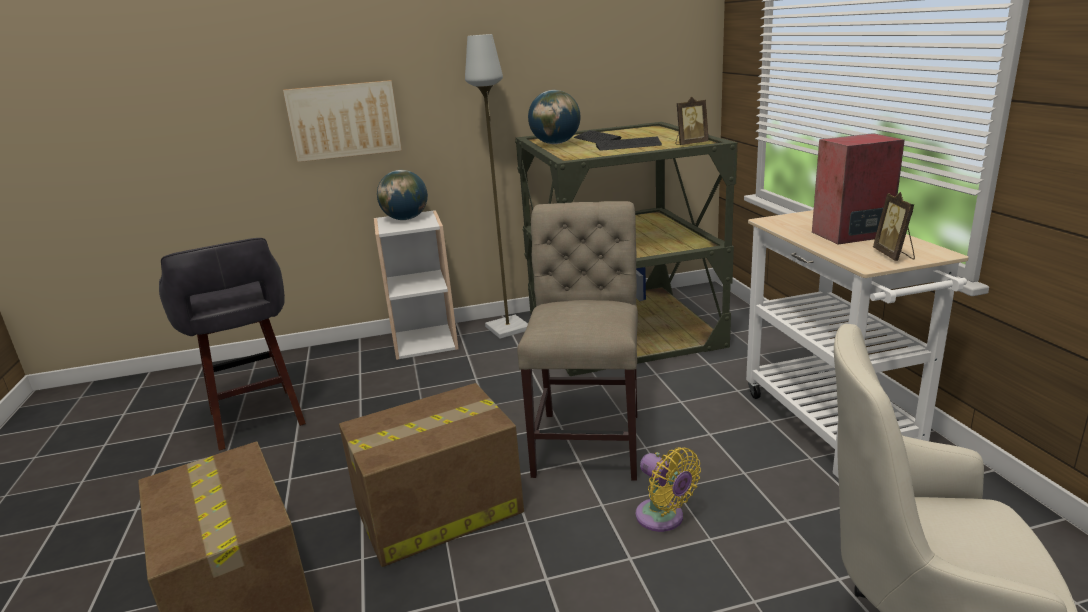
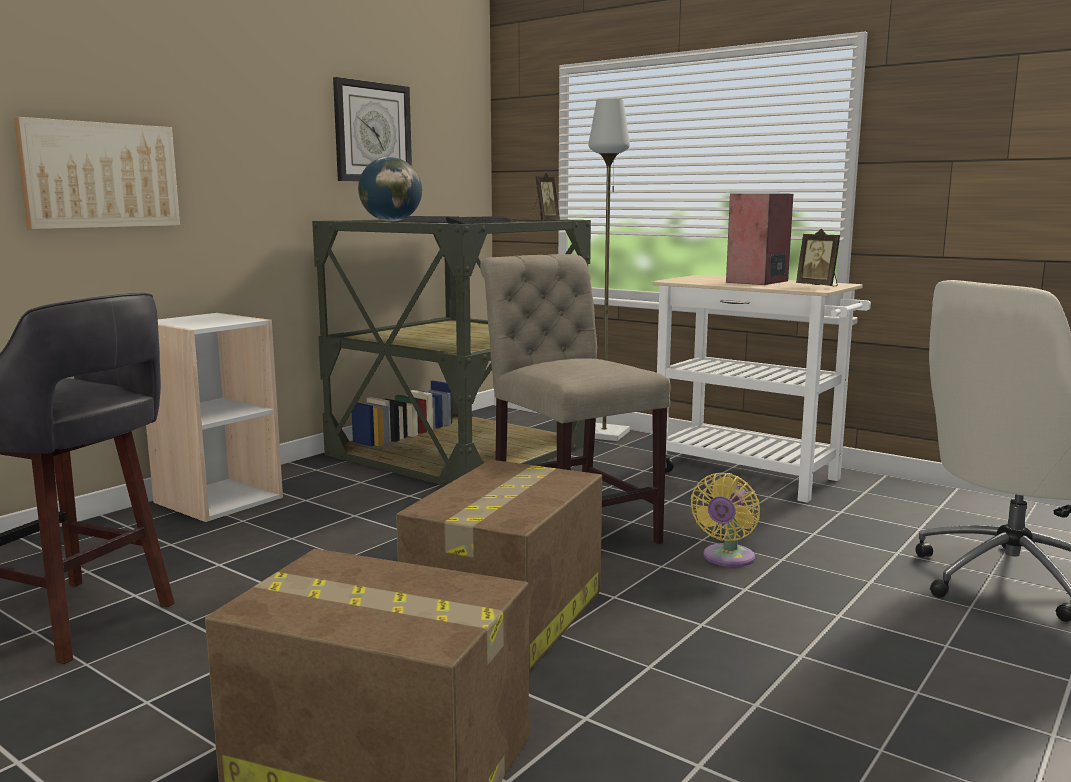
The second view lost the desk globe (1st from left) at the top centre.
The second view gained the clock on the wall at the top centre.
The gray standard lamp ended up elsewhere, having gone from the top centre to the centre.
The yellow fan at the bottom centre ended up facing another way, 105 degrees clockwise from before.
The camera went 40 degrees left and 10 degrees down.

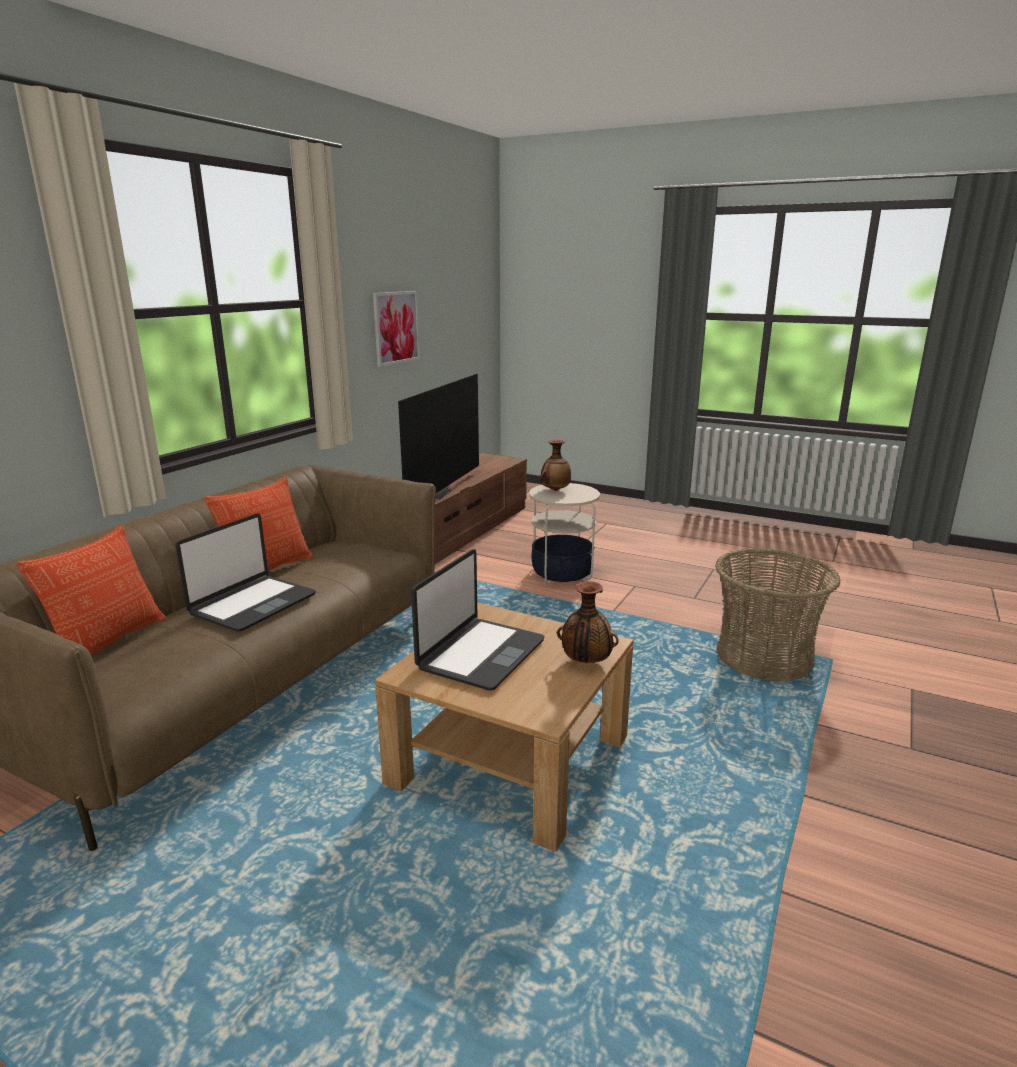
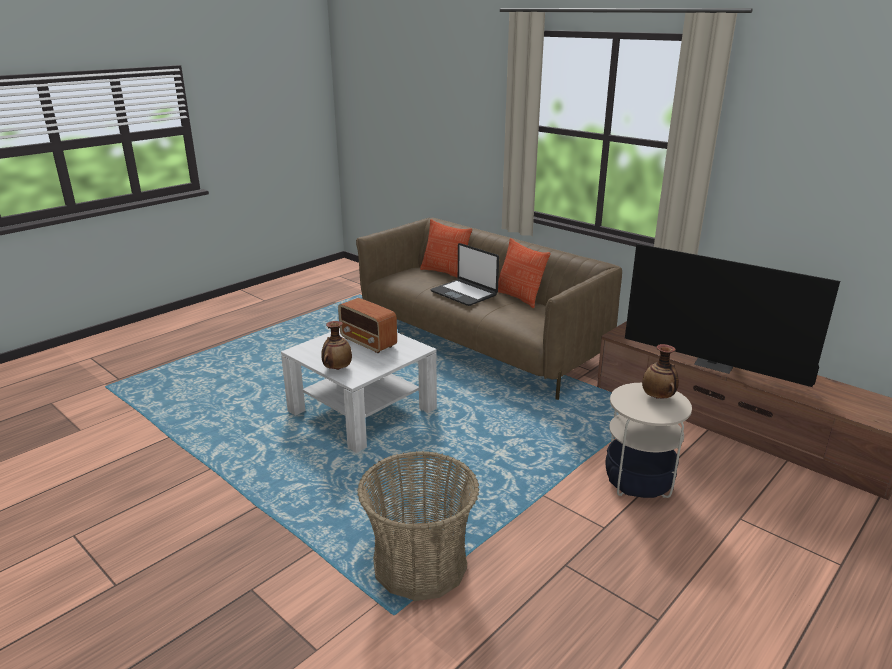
The second view lost the wall art at the top centre.
Where the portable computer (2nd from left) stood at the centre, the radio receiver came to stand at the centre.
What was the brownish coffee table at the bottom centre turned into the white coffee table at the centre.
The camera went 105 degrees right and 5 degrees up.

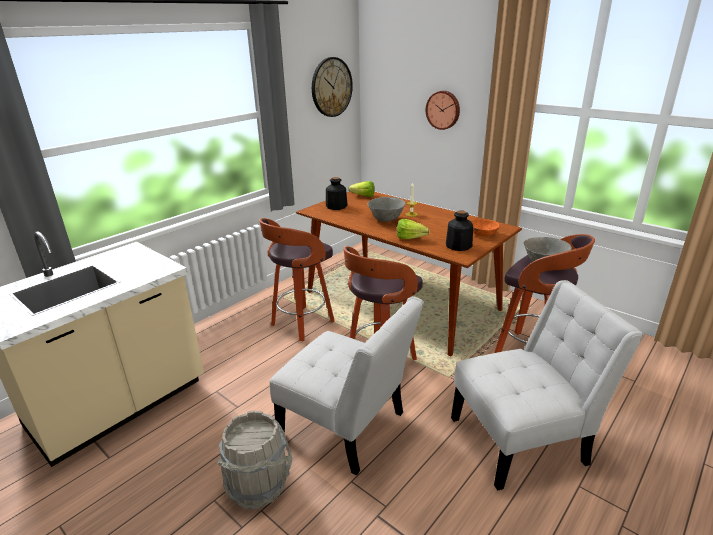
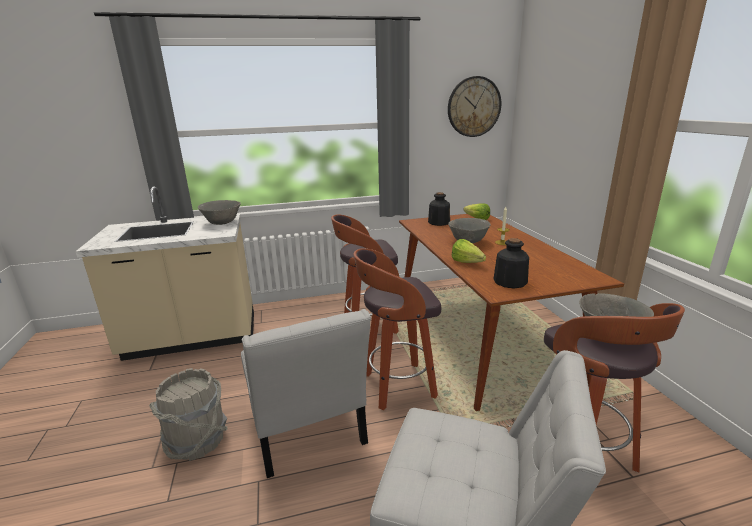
The second view lost the clock on the wall (2nd from left) at the top centre.
The second view lost the orangey deep dish at the middle right.
The second view gained the gray deep dish (1st from left) at the middle left.
The camera went 35 degrees right and 5 degrees down.

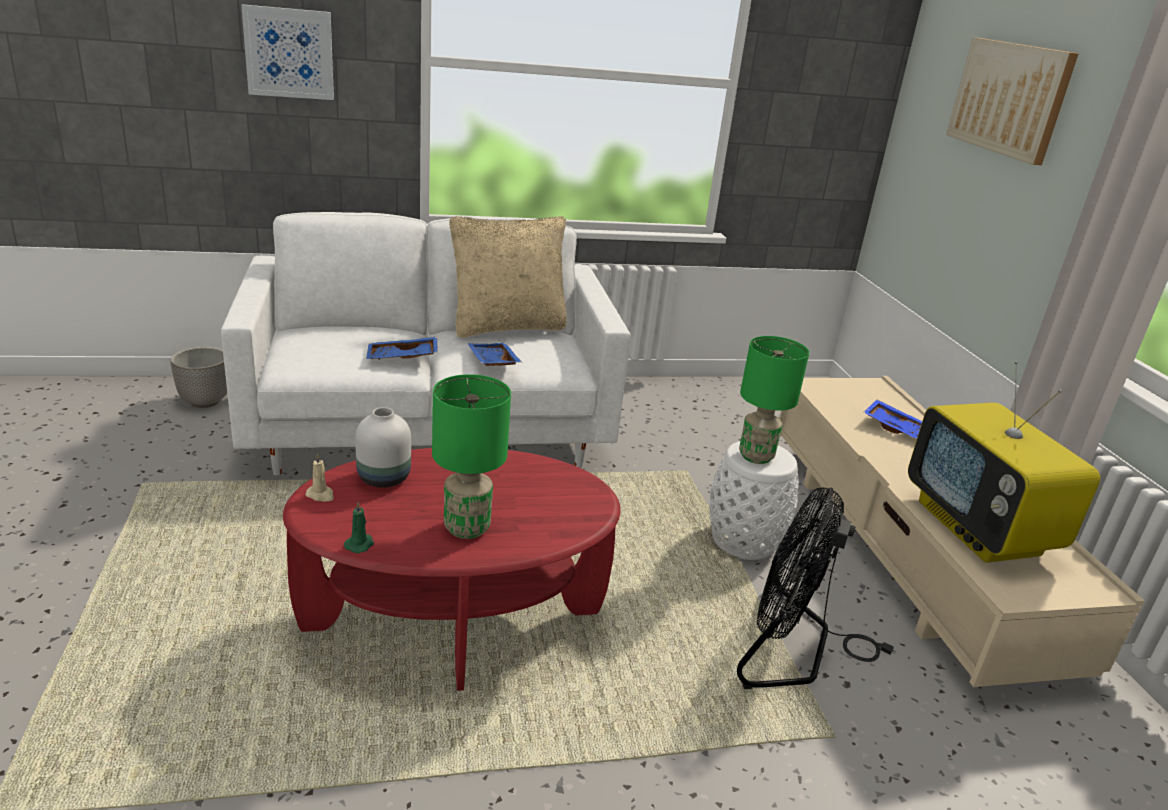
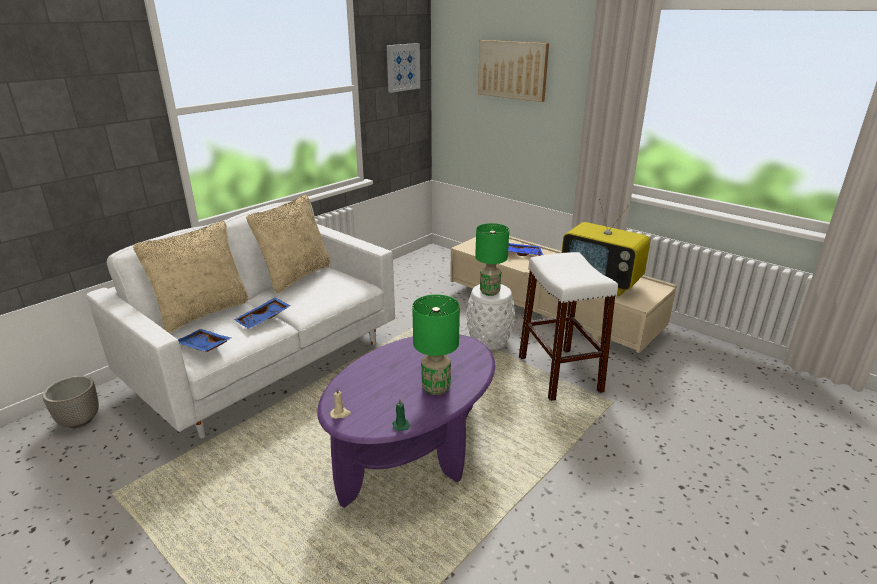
The second view lost the white flower vase at the middle left.
The second view gained the sand-coloured cushion (1st from left) at the middle left.
The wall art (1st from left) ended up elsewhere, having gone from the top left to the top centre.
The blue tray (2nd from left in the first image) ended up elsewhere, having gone from the centre to the middle left.
Where the black fan stood at the bottom right, the white stool (2nd from left) came to stand at the centre.
What was the red coffee table at the bottom centre turned into the purple-coloured coffee table at the bottom centre.
The camera went 35 degrees left and 0 degrees up.

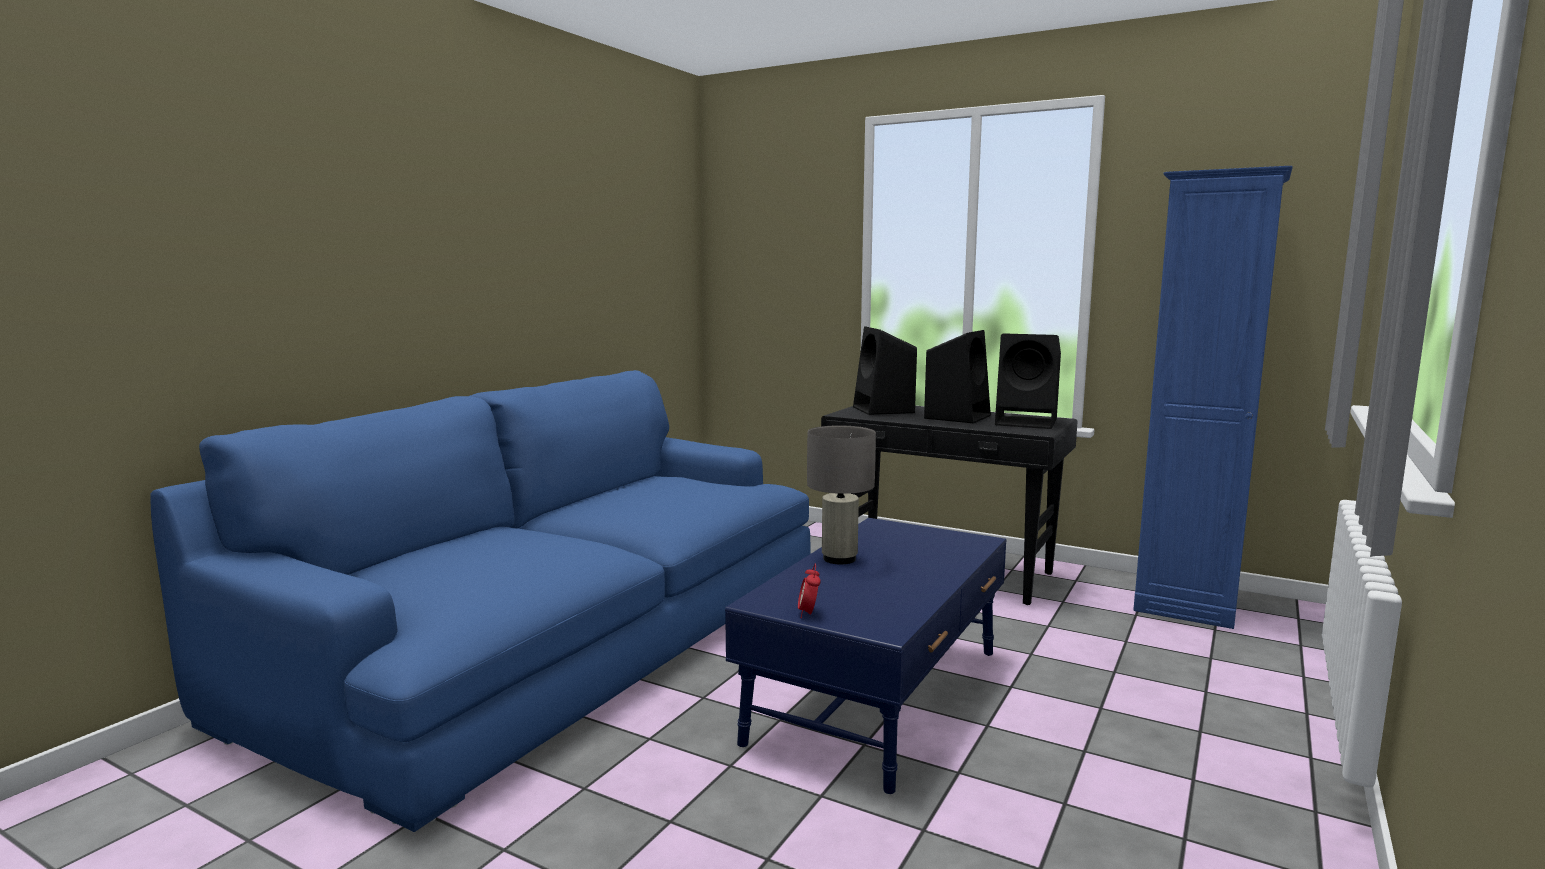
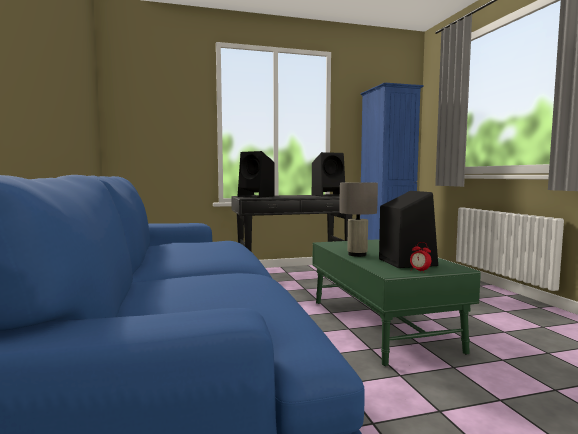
The black speaker (2nd from left in the first image) ended up elsewhere, having gone from the centre to the middle right.
What was the blue coffee table at the bottom centre turned into the green-coloured coffee table at the bottom right.
The camera went 45 degrees left and 5 degrees down.

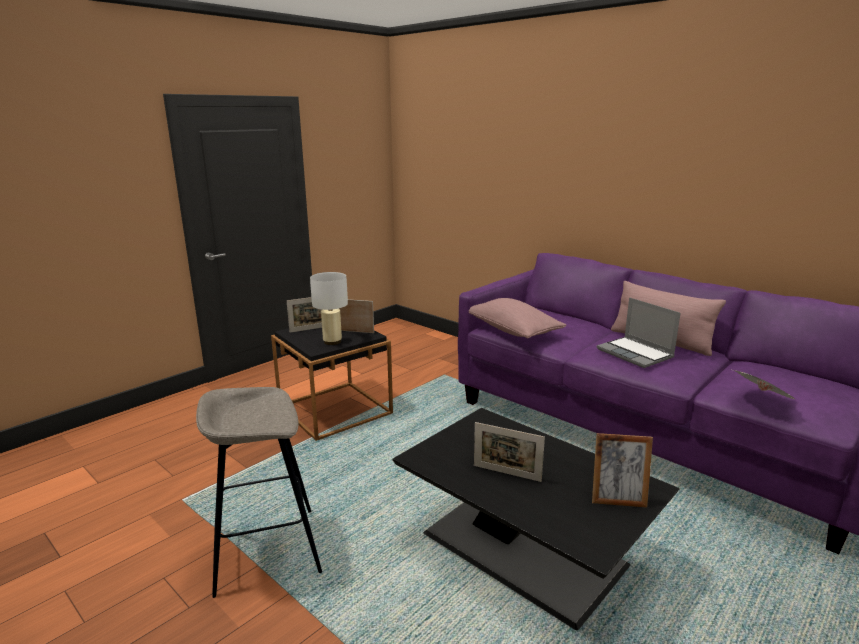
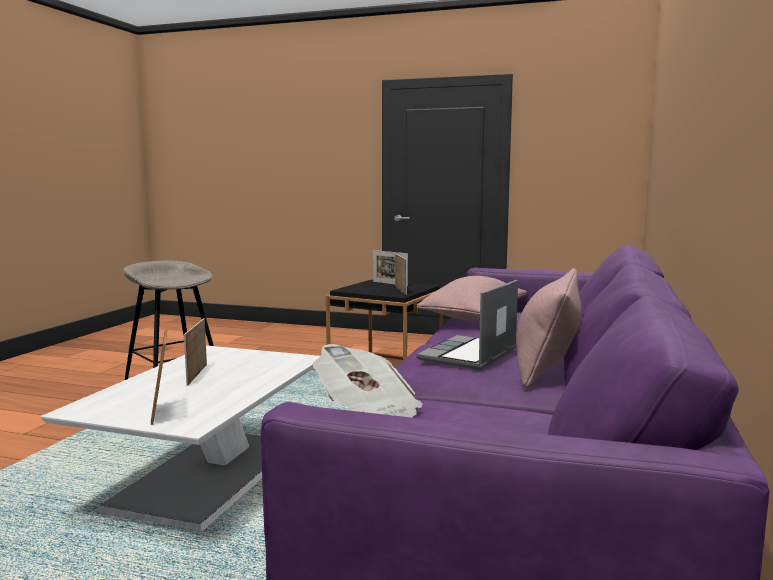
The second view lost the white lamp for a table at the centre.
What was the black coffee table at the bottom centre turned into the white coffee table at the bottom left.
The camera went 65 degrees right and 10 degrees down.

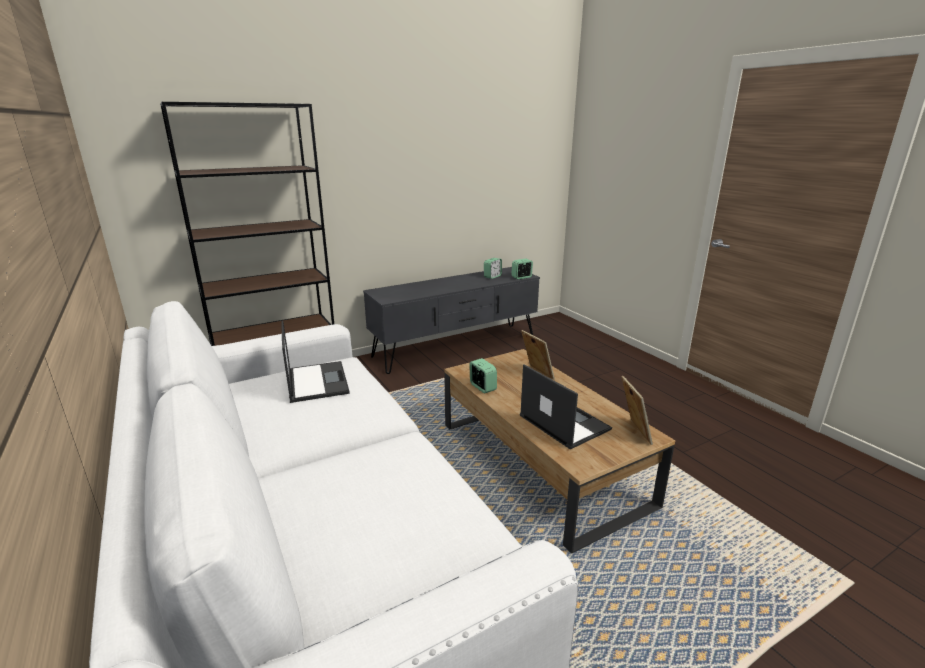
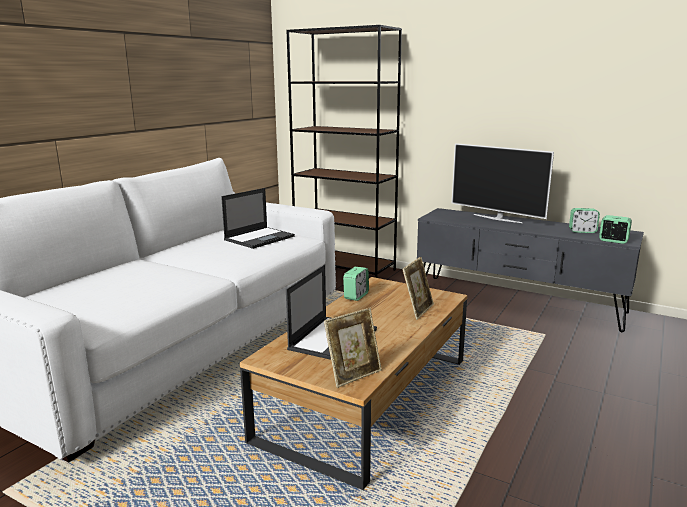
The second view gained the TV at the middle right.
The camera went 60 degrees right and 5 degrees down.

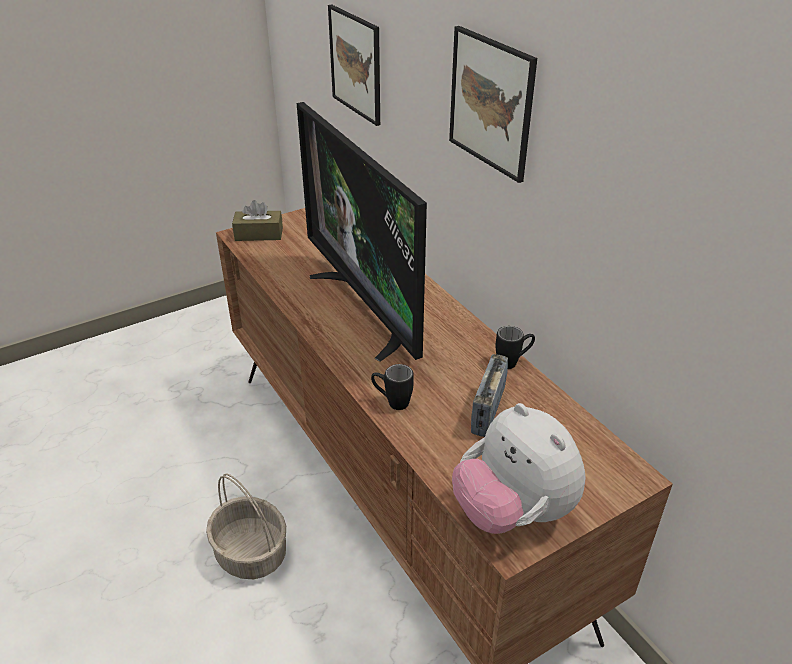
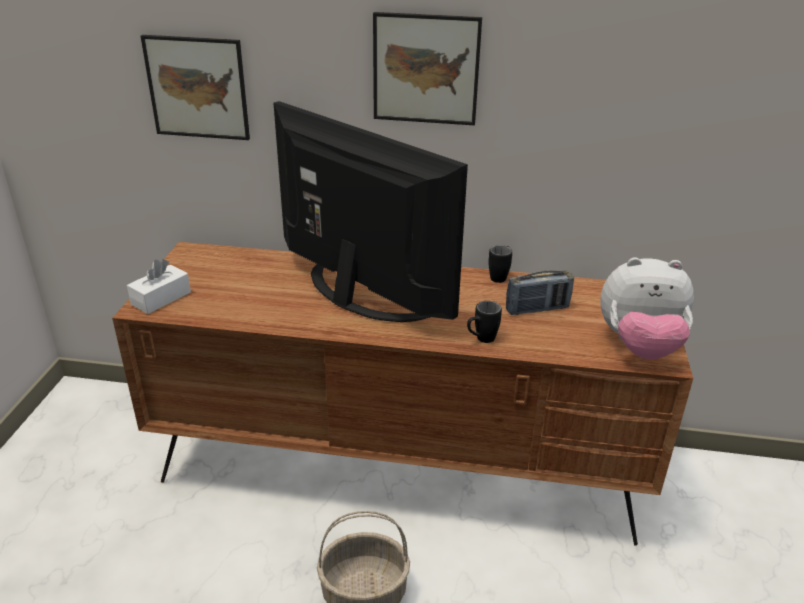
What was the brownish box of tissues at the top left turned into the white box of tissues at the middle left.
The TV at the centre ended up facing another way, 150 degrees counterclockwise from before.
The radio receiver at the centre ended up facing another way, 75 degrees counterclockwise from before.
The camera went 50 degrees left and 5 degrees down.

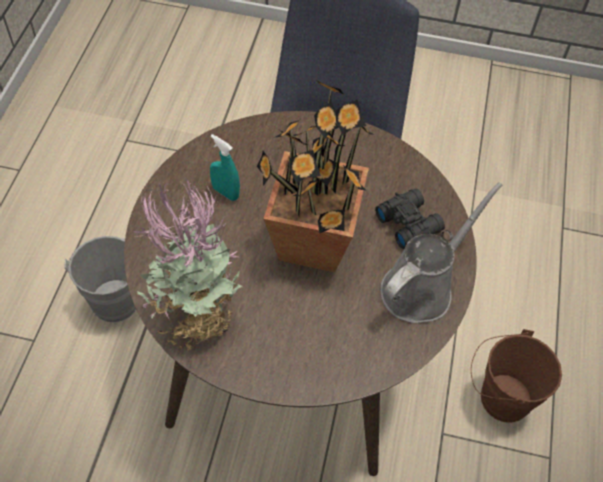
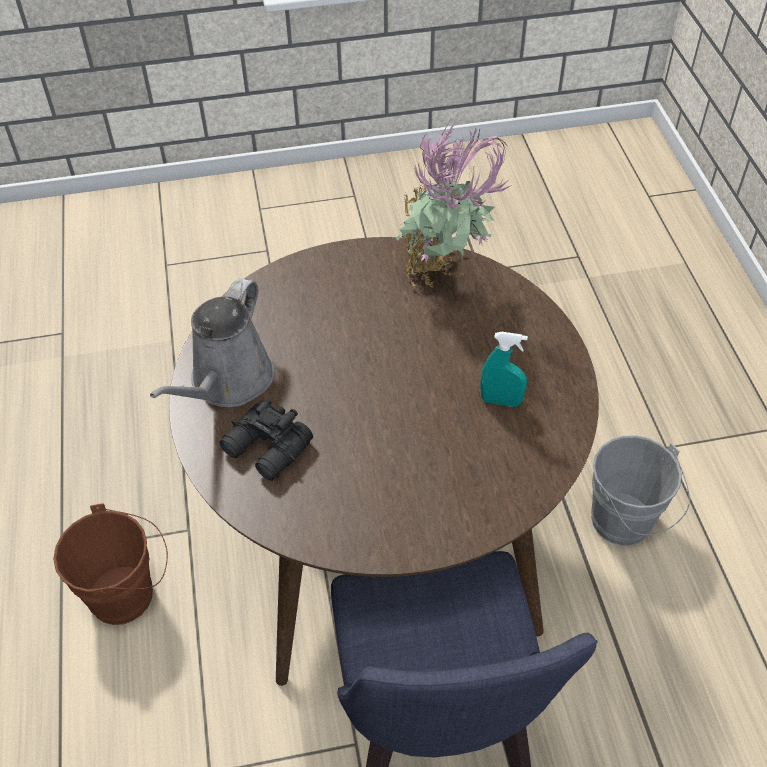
The second view lost the houseplant (2nd from left) at the centre.
The camera went 160 degrees right and 5 degrees down.

